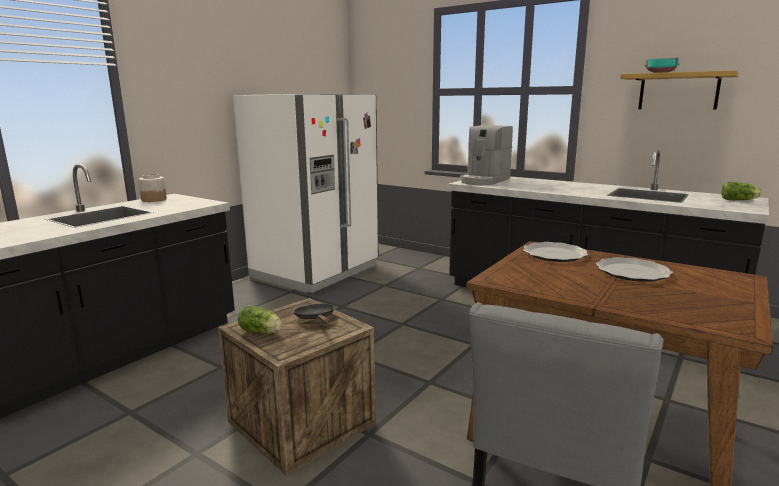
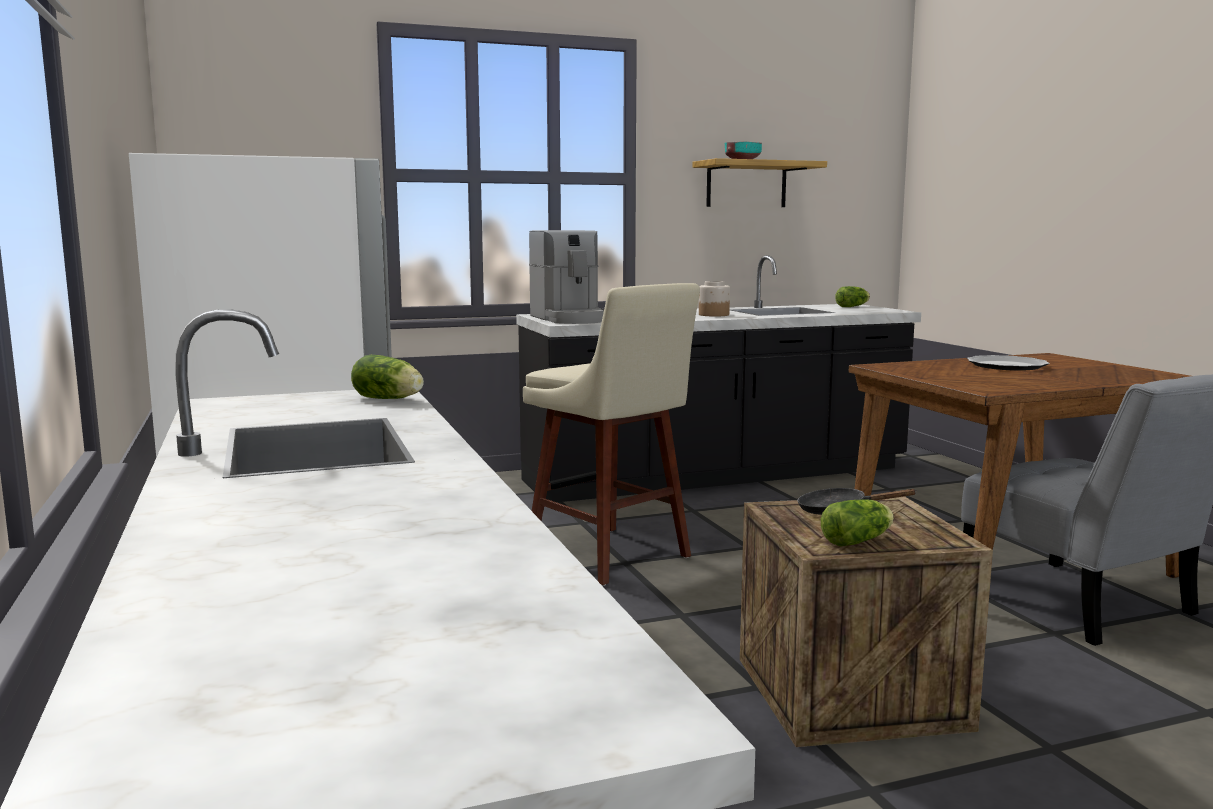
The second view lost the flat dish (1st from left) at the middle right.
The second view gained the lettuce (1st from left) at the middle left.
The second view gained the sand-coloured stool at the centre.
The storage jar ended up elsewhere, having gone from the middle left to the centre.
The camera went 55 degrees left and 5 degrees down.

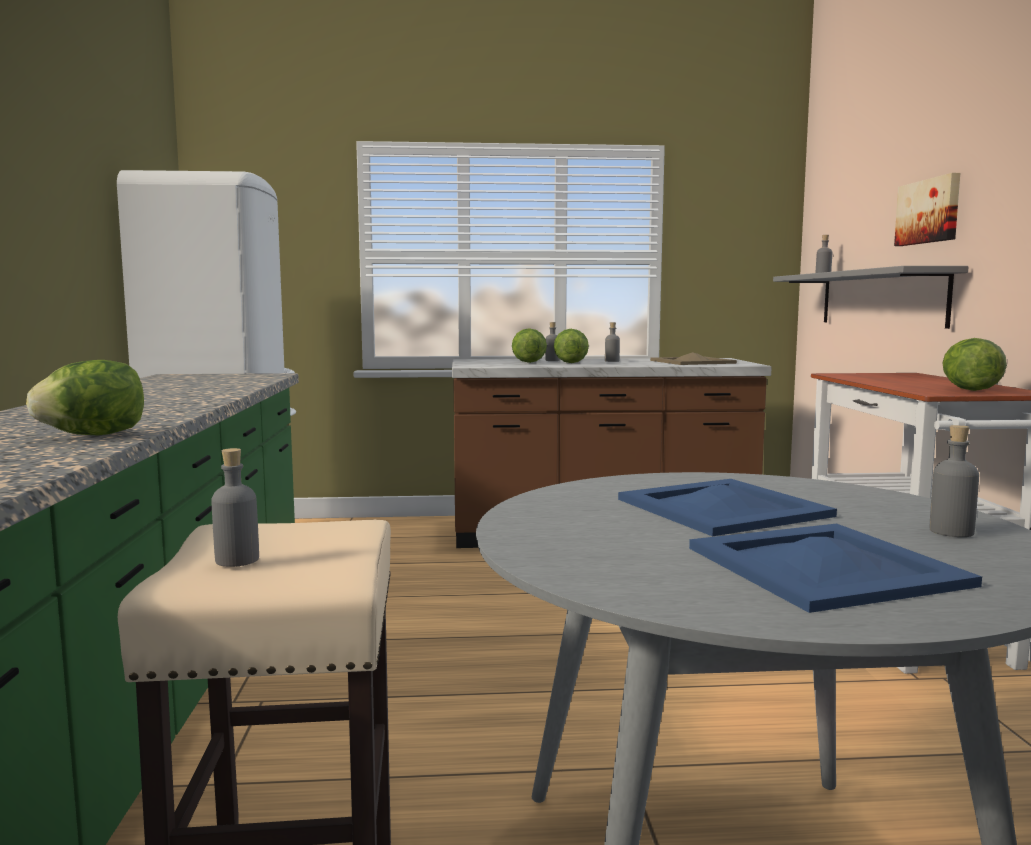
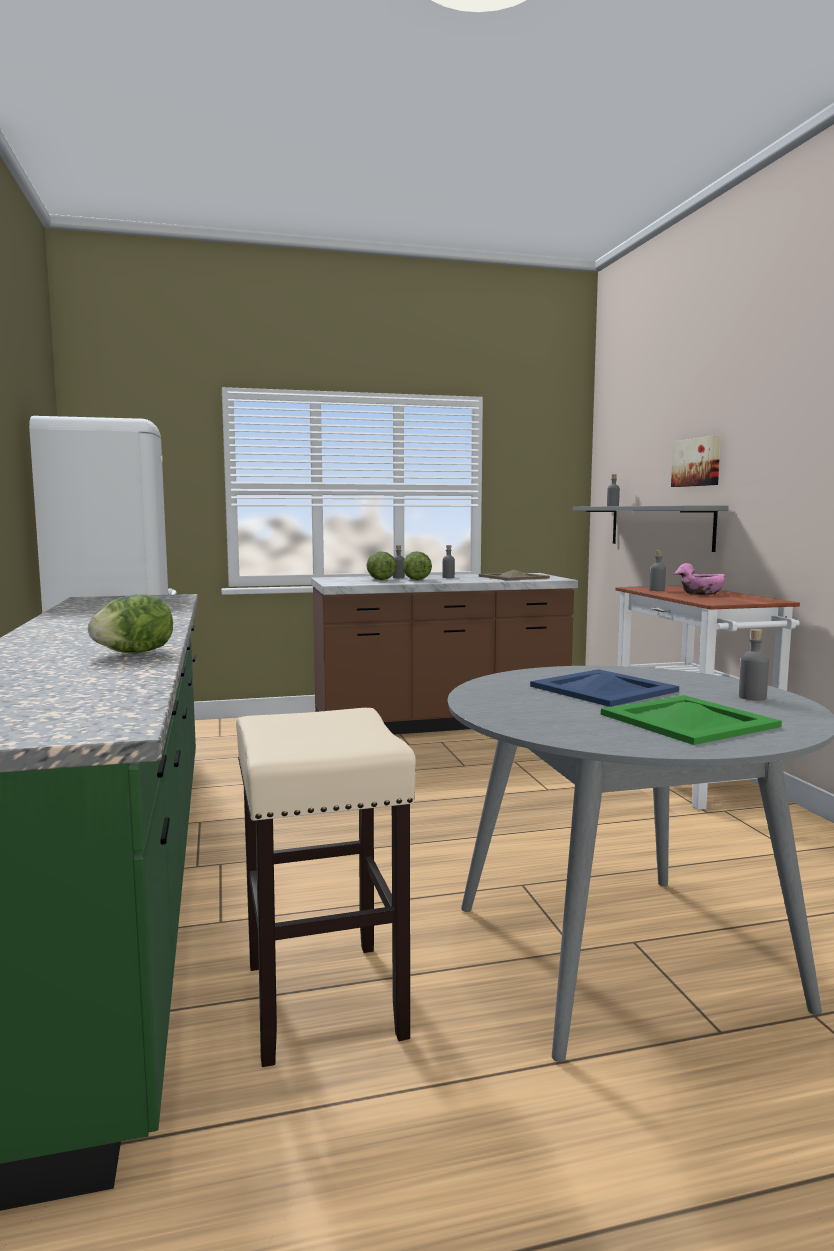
The second view lost the lettuce (4th from left) at the middle right.
The second view gained the pinkish deep dish at the middle right.
The gray bottle (1st from left in the first image) ended up elsewhere, having gone from the middle left to the middle right.
What was the blue tray (2nd from left) at the bottom right turned into the green-coloured tray at the middle right.
The camera went 10 degrees left and 0 degrees up.

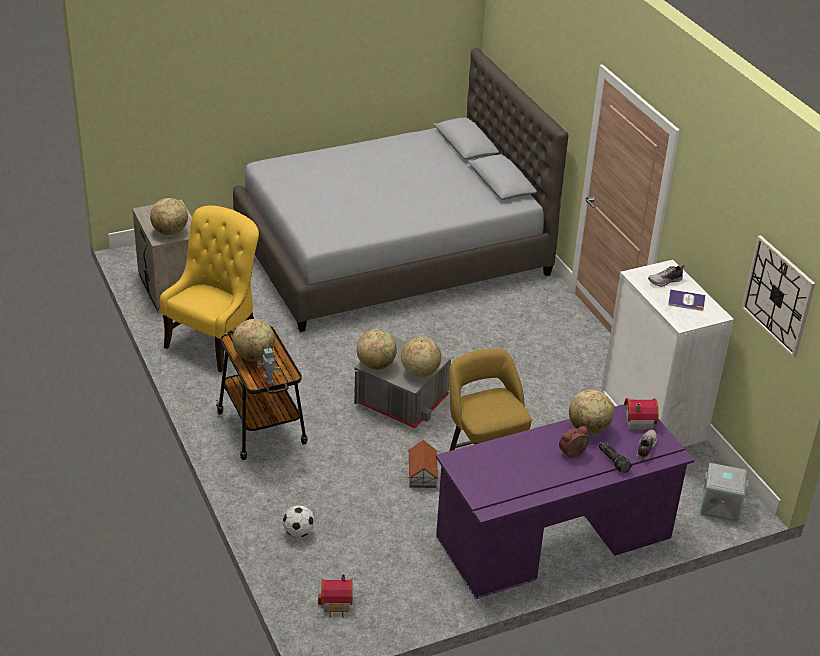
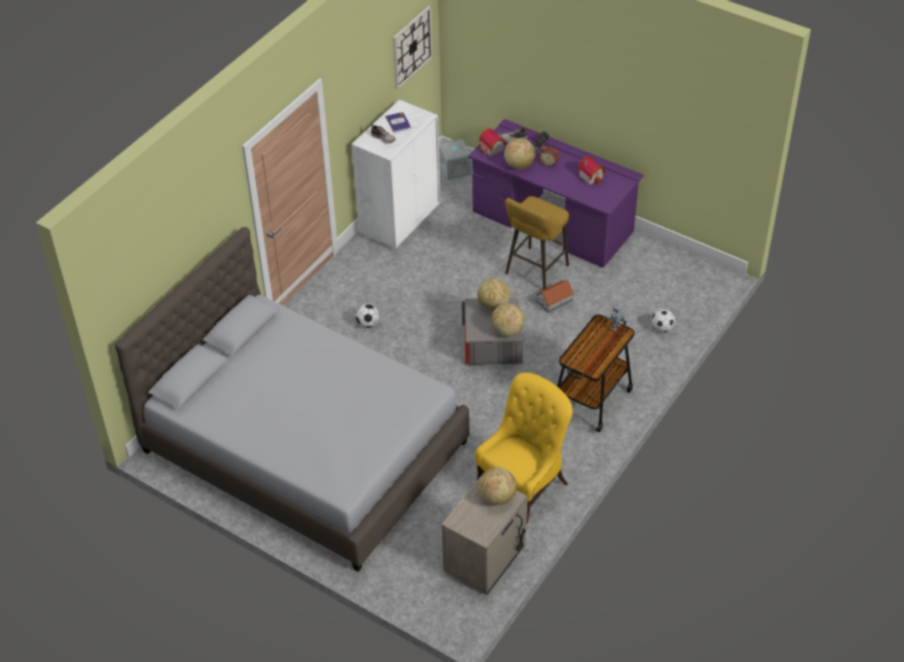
The second view lost the desk globe (2nd from left) at the middle left.
The second view gained the football (1st from left) at the centre.
The toy house (1st from left in the first image) ended up elsewhere, having gone from the bottom centre to the top centre.
The yellow upright chair at the middle left ended up facing another way, 135 degrees clockwise from before.
The camera went 120 degrees left and 10 degrees up.

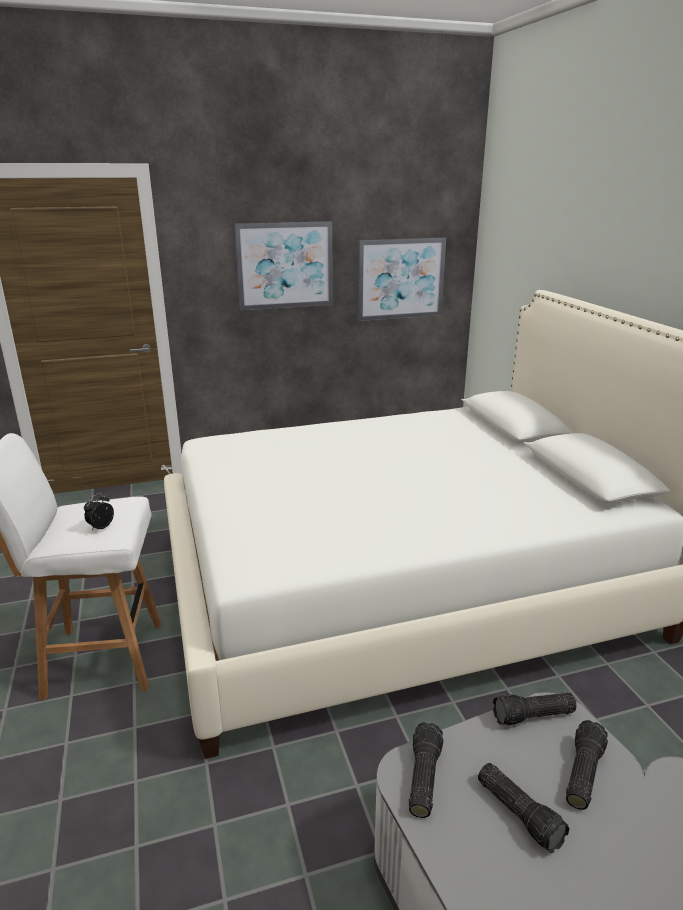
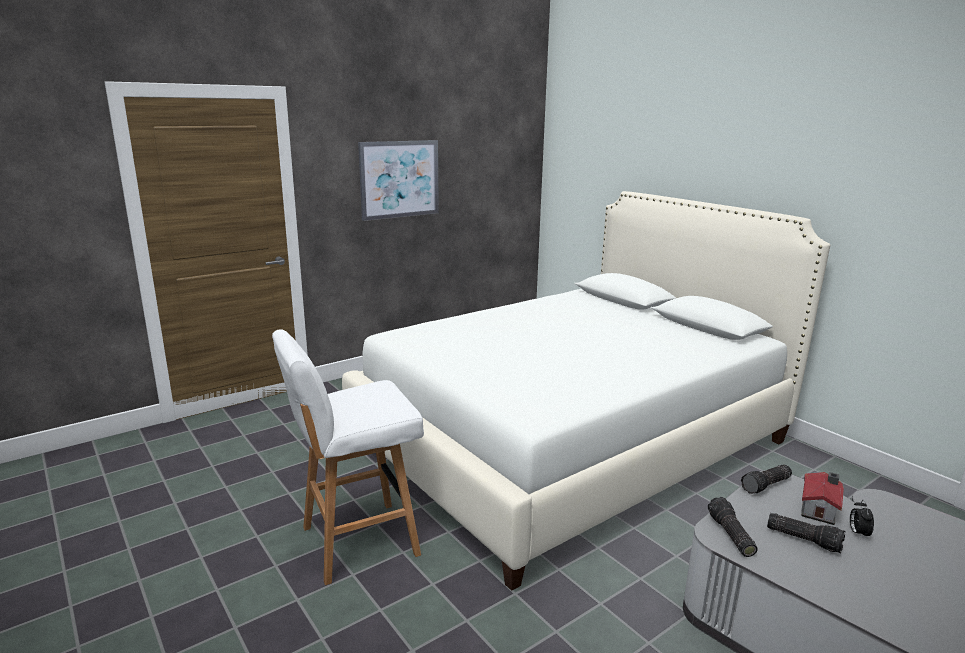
The second view lost the wall art (2nd from left) at the top centre.
The alarm clock ended up elsewhere, having gone from the middle left to the bottom right.
Where the flashlight (4th from left) stood at the bottom right, the toy house came to stand at the bottom right.
The camera went 20 degrees left and 5 degrees down.

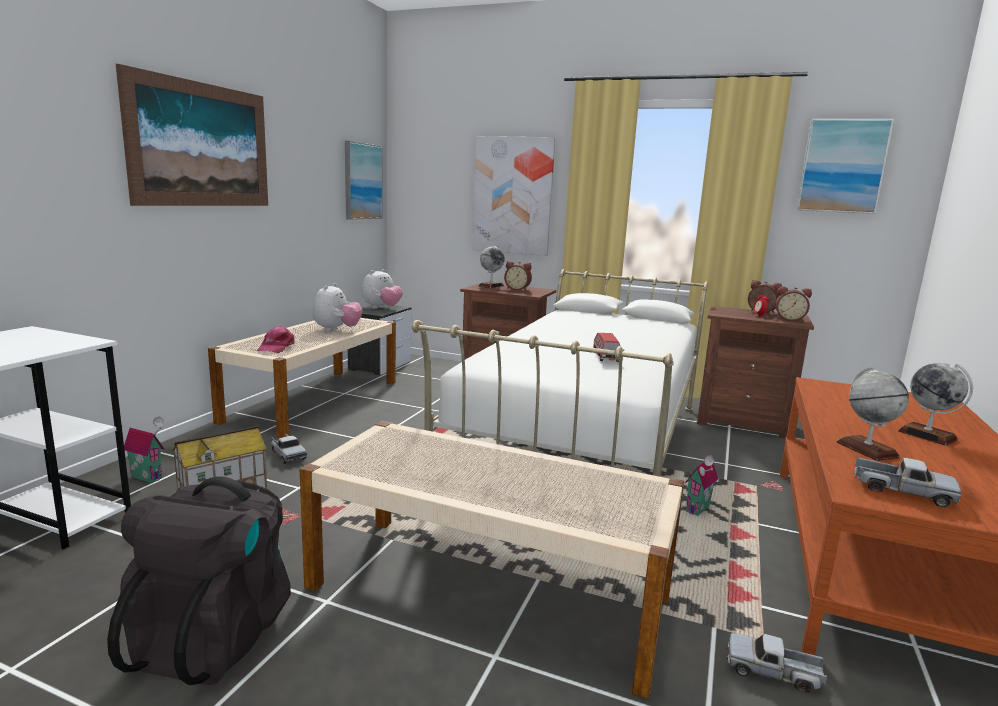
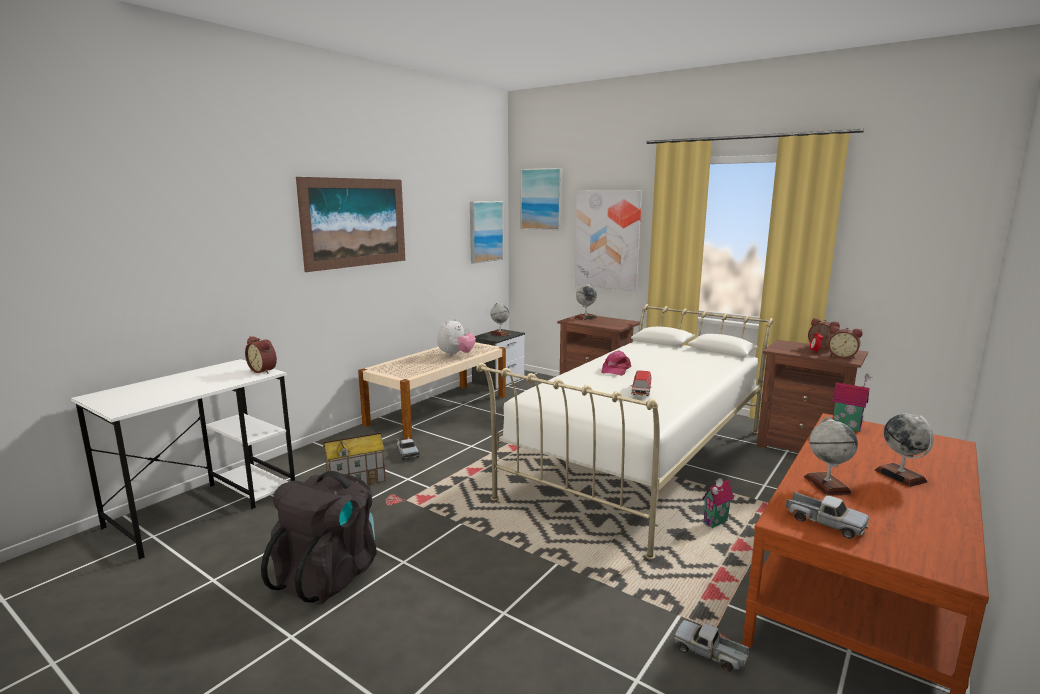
The second view lost the sand-coloured bench (2nd from left) at the bottom centre.
The toy house (1st from left in the first image) ended up elsewhere, having gone from the middle left to the middle right.
The pinkish cap ended up elsewhere, having gone from the middle left to the centre.
The alarm clock (1st from left) ended up elsewhere, having gone from the centre to the middle left.
The wall art (4th from left in the first image) ended up elsewhere, having gone from the top right to the top centre.
Where the plush toy (2nd from left) stood at the centre, the desk globe (1st from left) came to stand at the centre.
The camera went 15 degrees right and 0 degrees up.

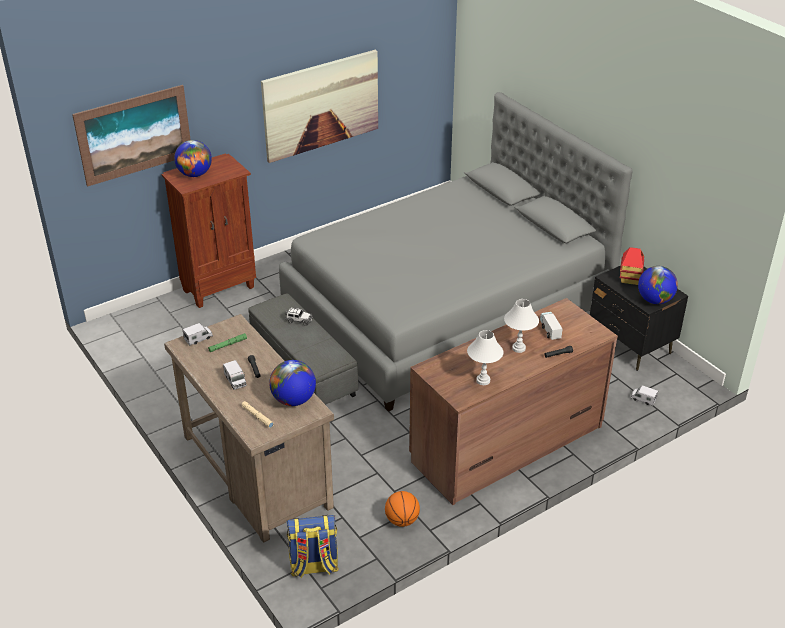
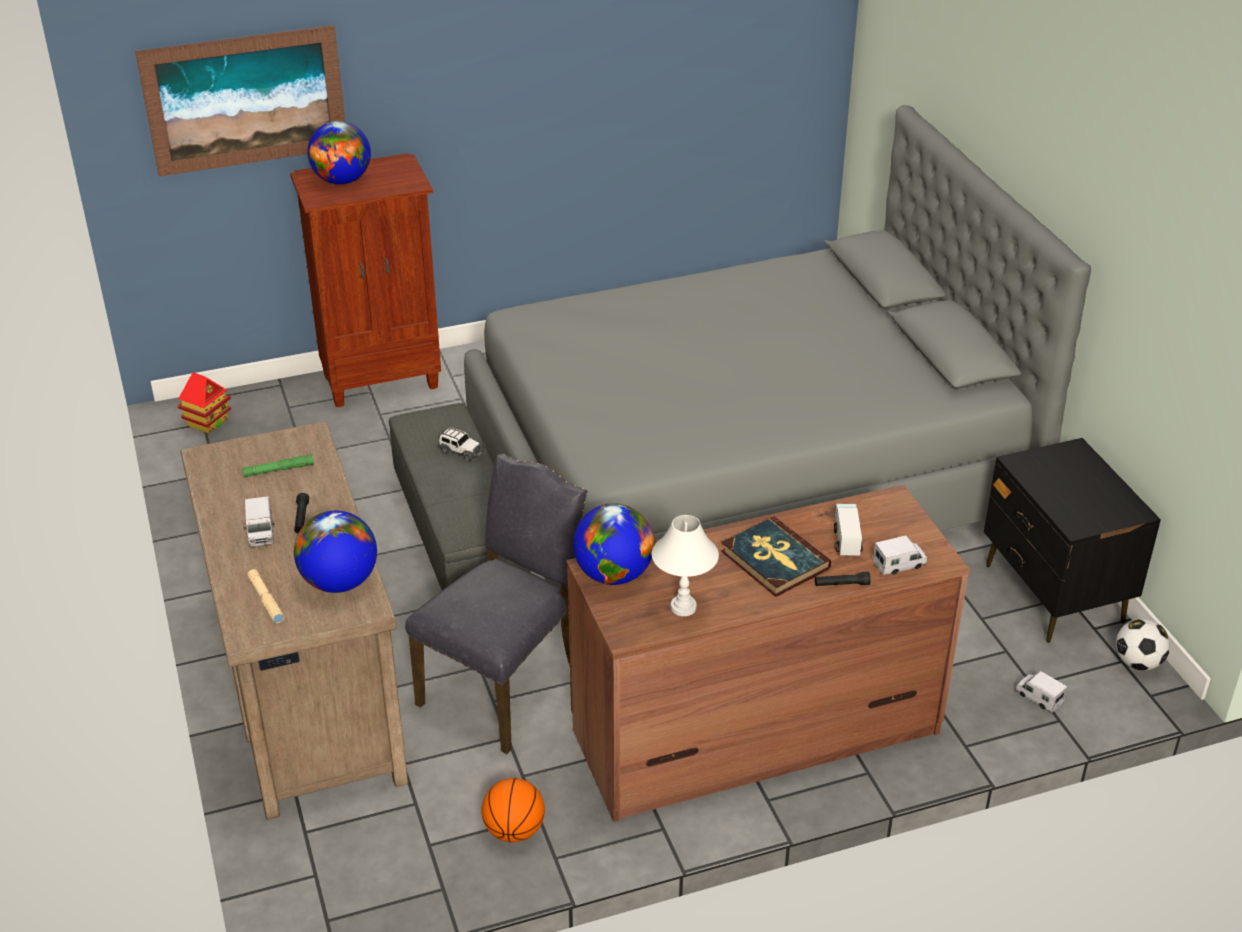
The second view lost the wall art (2nd from left) at the top centre.
The second view lost the rucksack at the bottom centre.
The second view gained the gray upright chair at the centre.
The second view gained the football at the bottom right.
The toy truck (1st from left in the first image) ended up elsewhere, having gone from the middle left to the middle right.
The toy house ended up elsewhere, having gone from the middle right to the middle left.
The desk globe (3rd from left) ended up elsewhere, having gone from the middle right to the centre.
Where the white lamp for a table (2nd from left) stood at the centre, the bound book came to stand at the centre.
The camera went 15 degrees right and 0 degrees up.

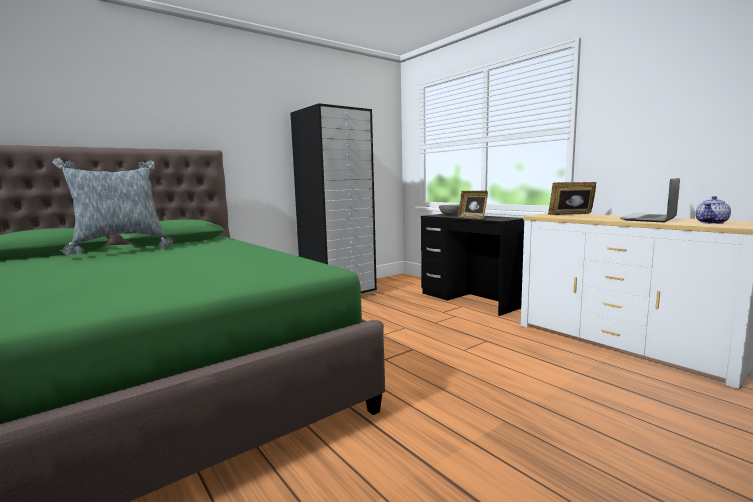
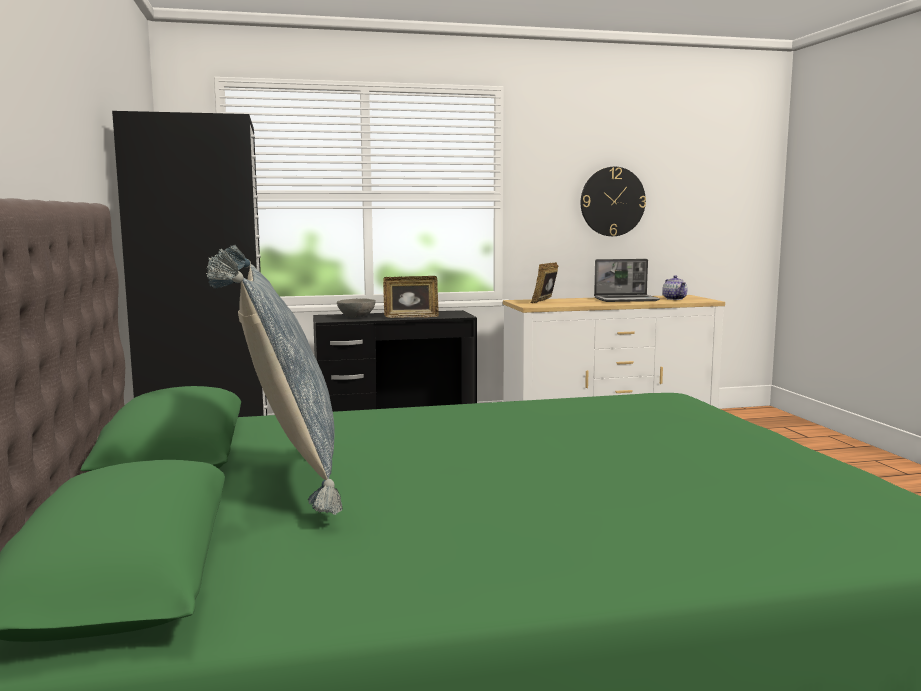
The second view gained the clock on the wall at the top centre.
The portable computer at the middle right ended up facing another way, 75 degrees counterclockwise from before.
The camera went 65 degrees left and 0 degrees up.

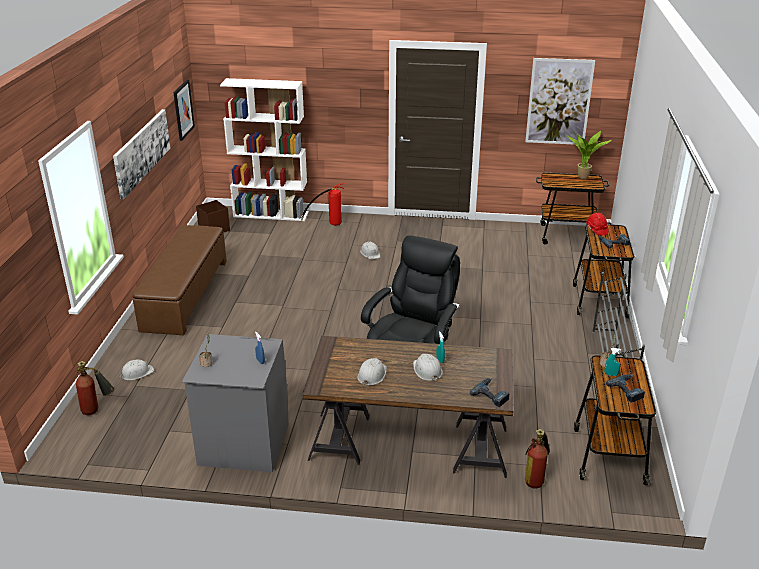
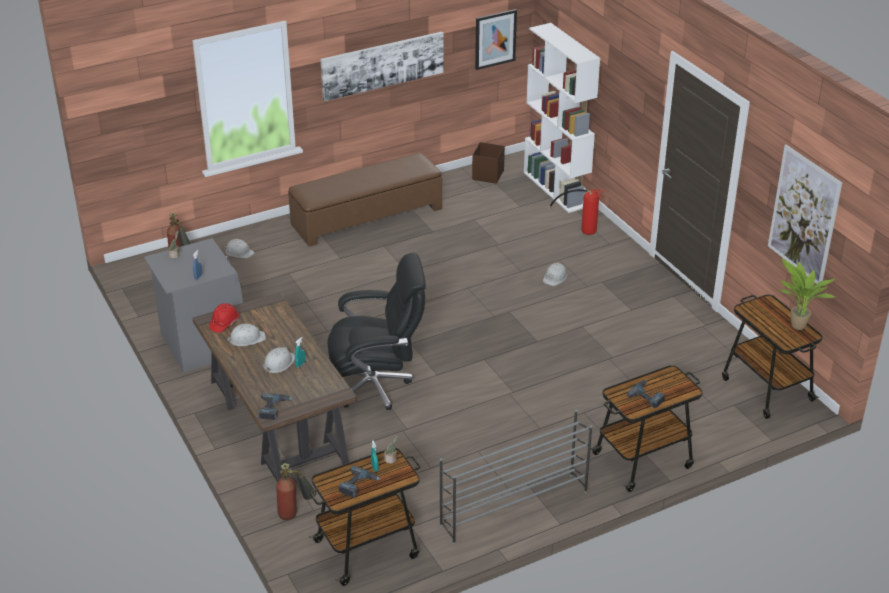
The red hard hat ended up elsewhere, having gone from the middle right to the middle left.
The camera went 55 degrees right and 5 degrees up.

